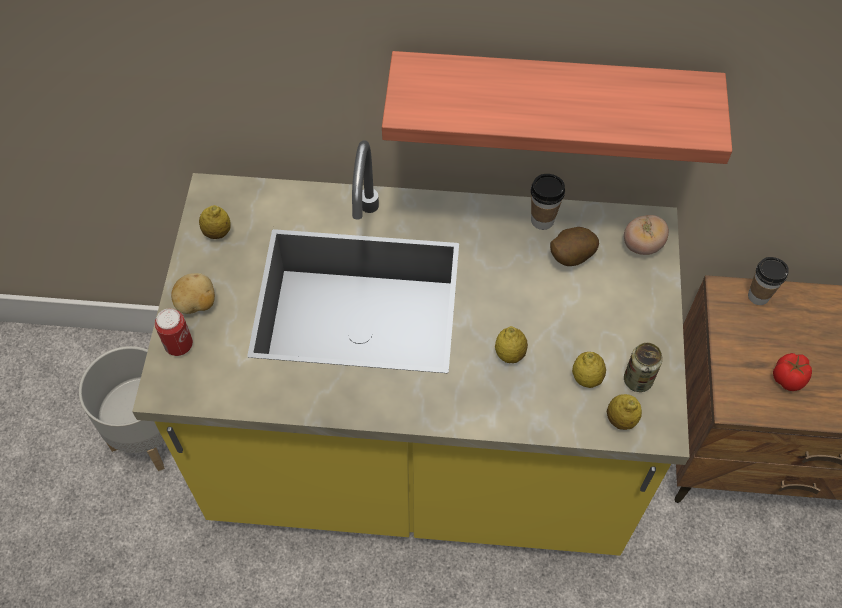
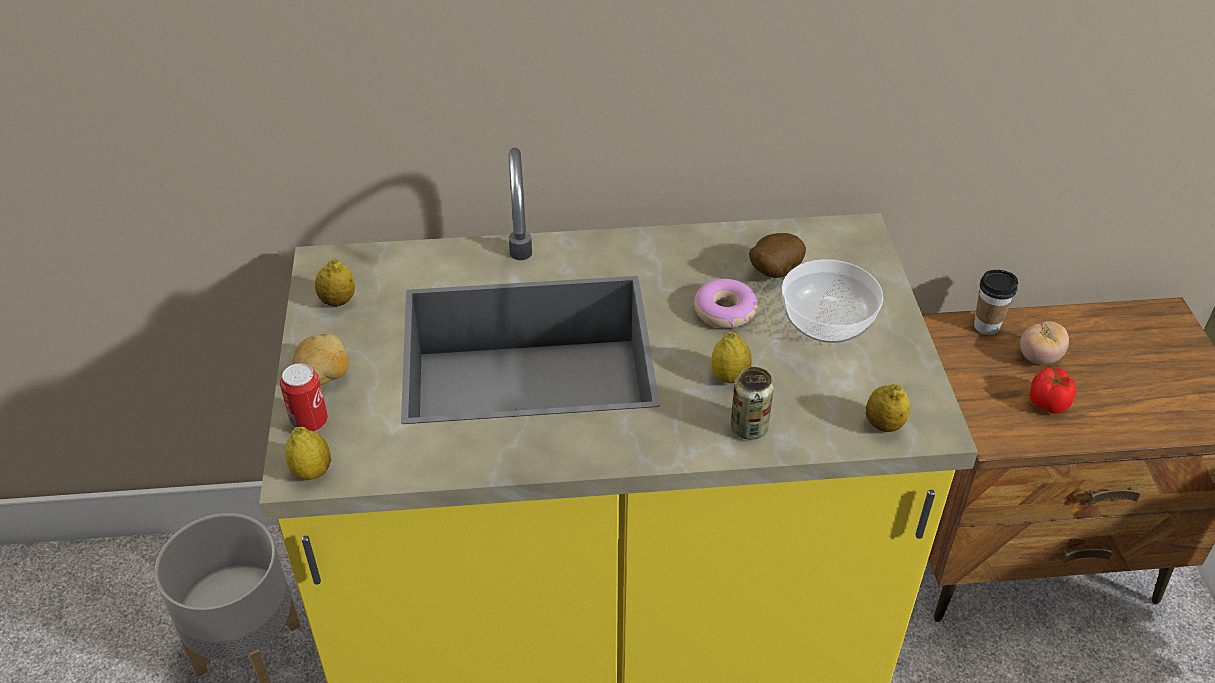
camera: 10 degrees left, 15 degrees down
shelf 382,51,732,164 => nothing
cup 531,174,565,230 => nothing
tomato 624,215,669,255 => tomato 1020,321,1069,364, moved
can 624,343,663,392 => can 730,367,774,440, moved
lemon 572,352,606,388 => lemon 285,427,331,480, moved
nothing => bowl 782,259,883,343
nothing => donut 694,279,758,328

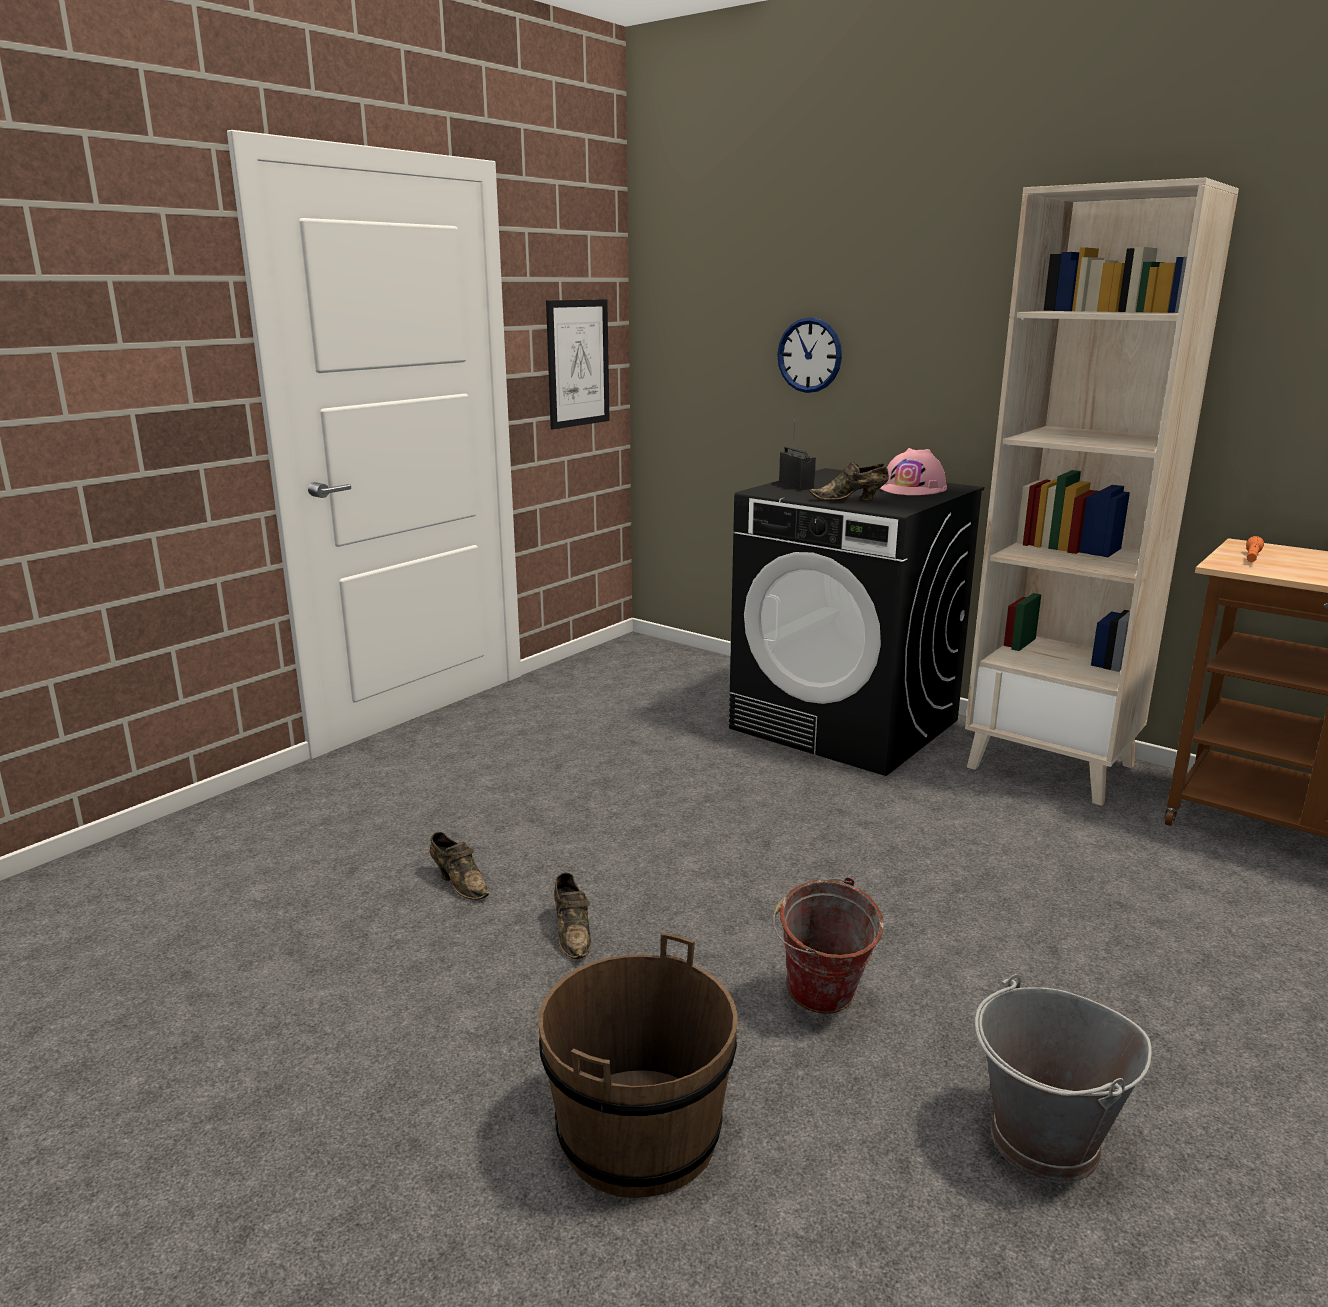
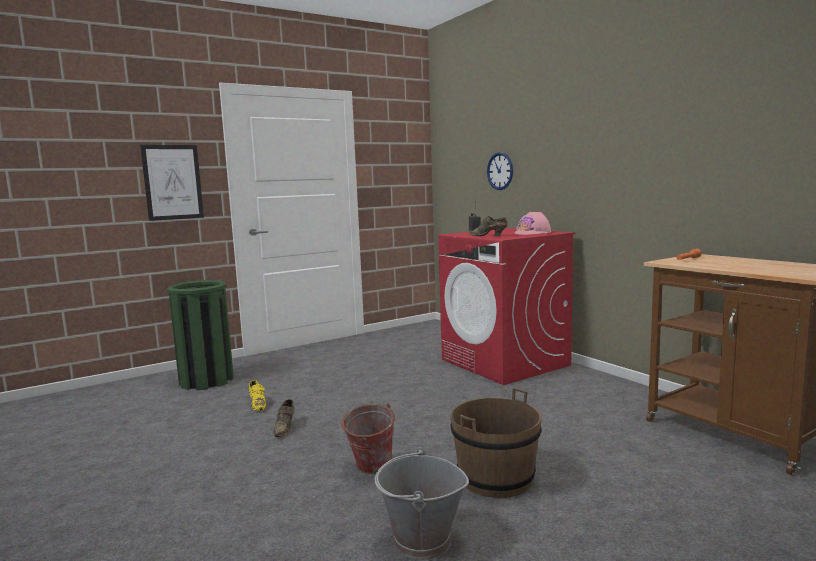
camera: 20 degrees right, 10 degrees down
beige bookcase 965,178,1239,806 => nothing
picture 546,299,609,429 => picture 140,145,204,221, moved
black washing machine 729,468,984,776 => red washing machine 438,228,575,385
brown shoe 429,832,489,900 => yellow shoe 249,380,266,411
brown bucket 539,932,738,1198 => brown bucket 450,388,541,498, moved
nothing => green trash can 167,280,234,390

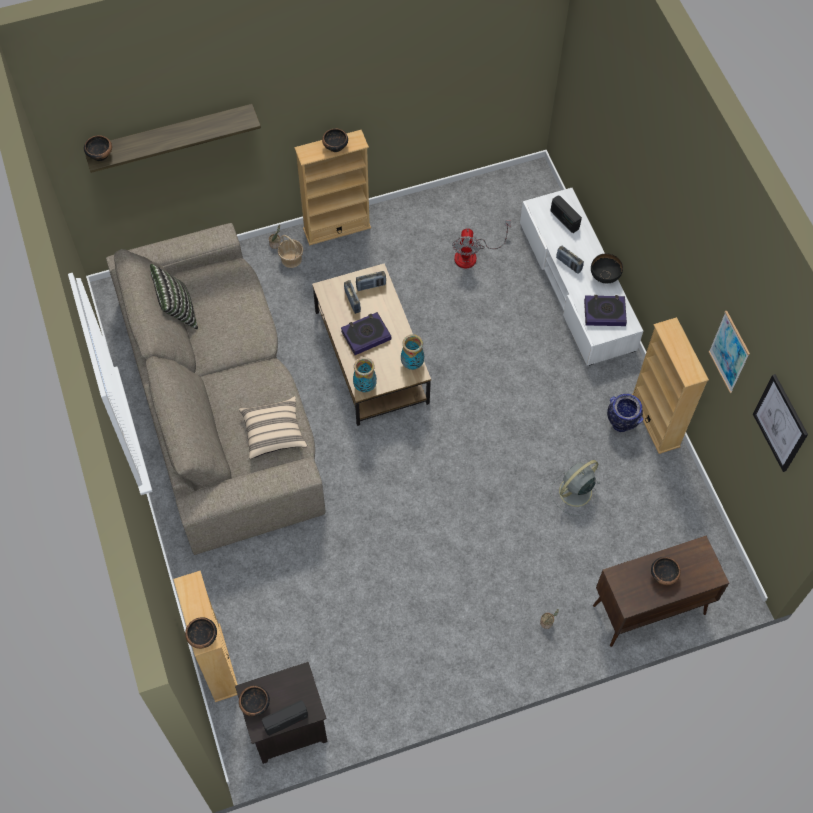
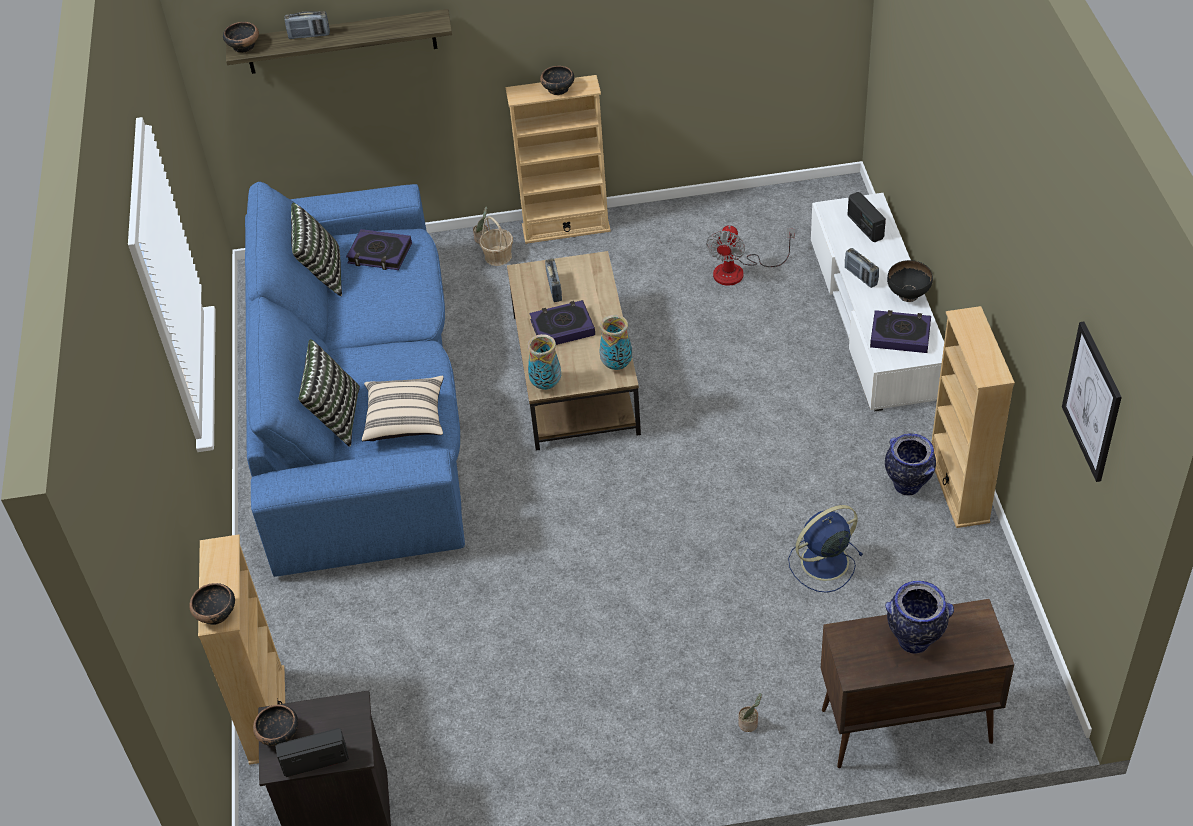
camera: 15 degrees right, 15 degrees down
beige sofa 106,223,326,555 => blue sofa 245,182,465,577
radio 356,271,386,291 => radio 284,11,330,39, moved
picture 708,311,750,393 => nothing
grey fan 551,460,601,516 => blue fan 788,505,863,593
bowl 651,557,681,585 => vase 885,581,954,654
nothing => book 346,229,412,270
nothing => pillow 298,339,360,447

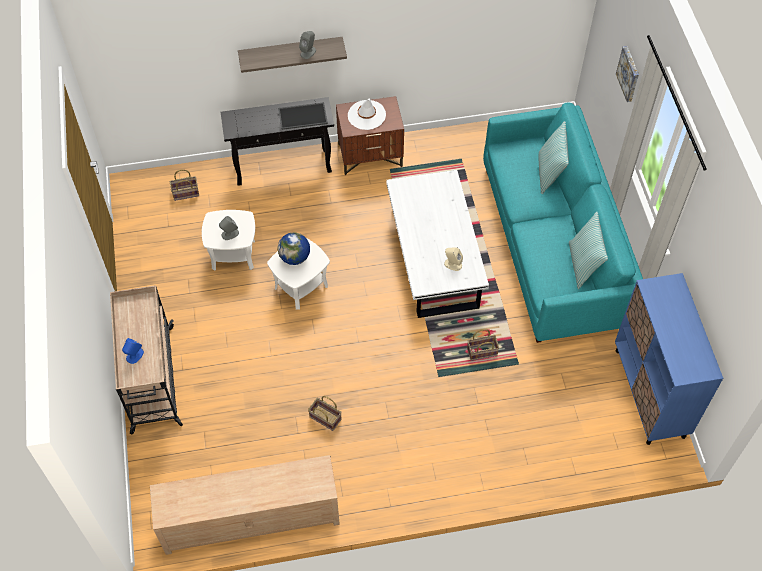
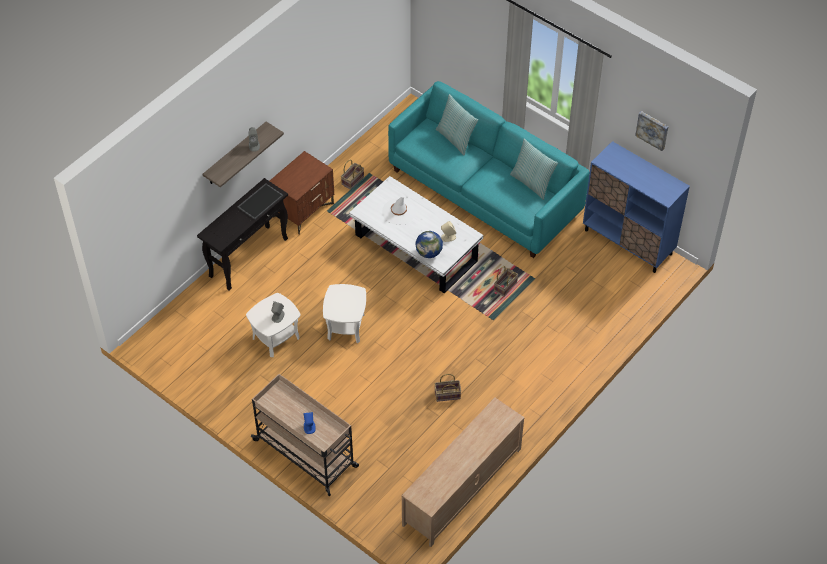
camera: 40 degrees left, 5 degrees down
picture 616,46,639,102 => picture 635,111,669,151, moved
white hat 348,99,386,130 => white hat 382,196,416,225, moved
basket 170,169,199,201 => basket 341,160,364,190, moved
globe 277,232,310,265 => globe 415,231,443,258, moved

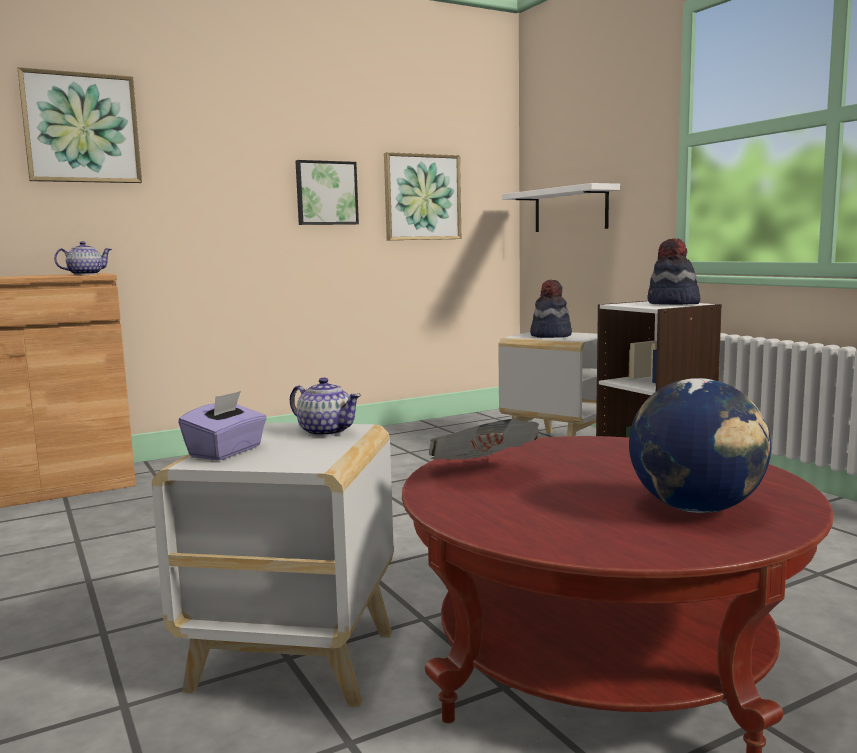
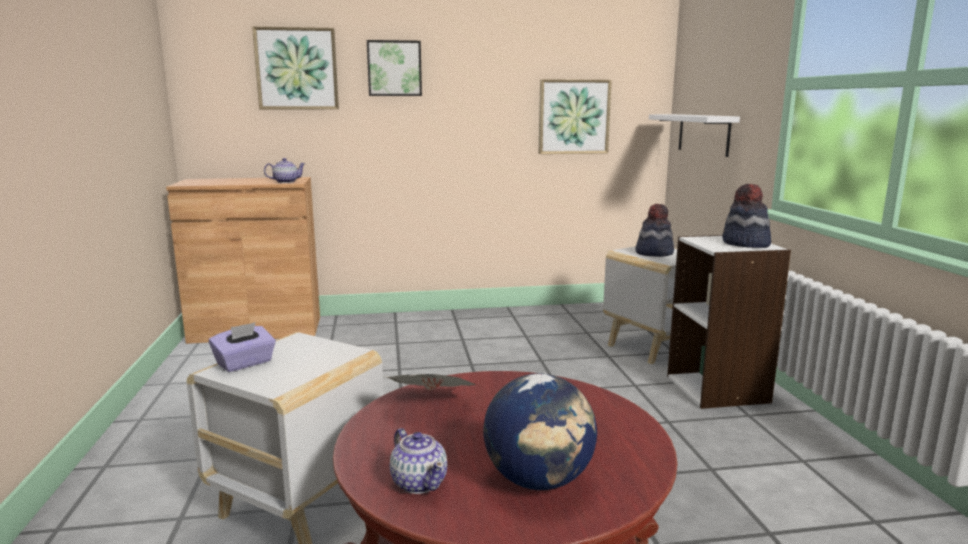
camera: 20 degrees right, 5 degrees up
picture 295,160,359,225 => picture 367,40,422,96, moved
teapot 290,378,361,437 => teapot 390,428,447,494, moved

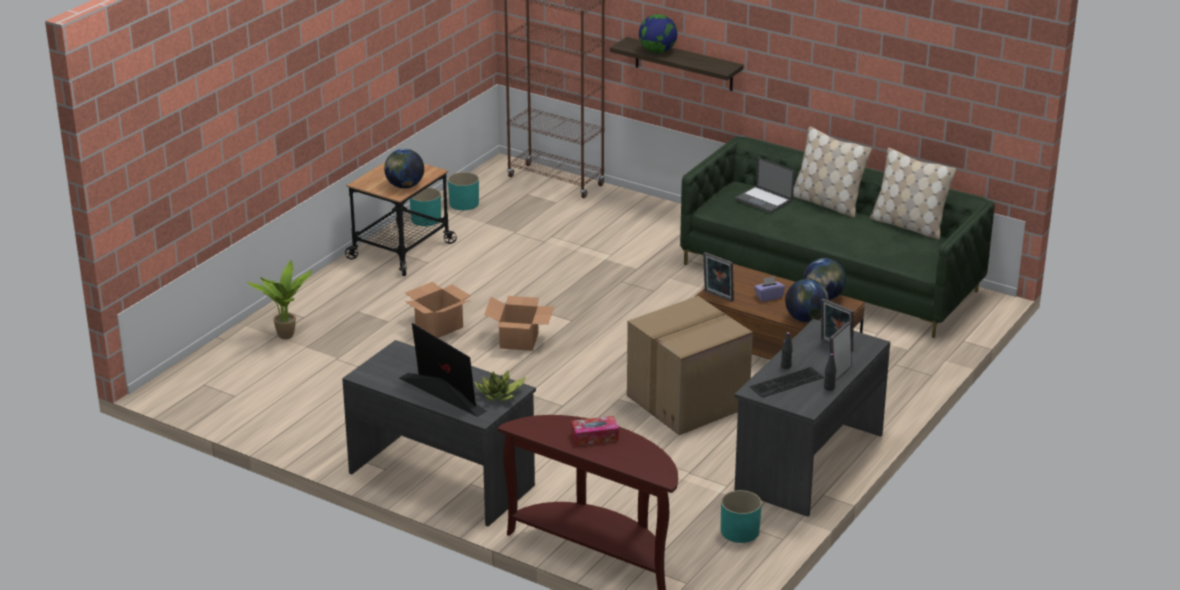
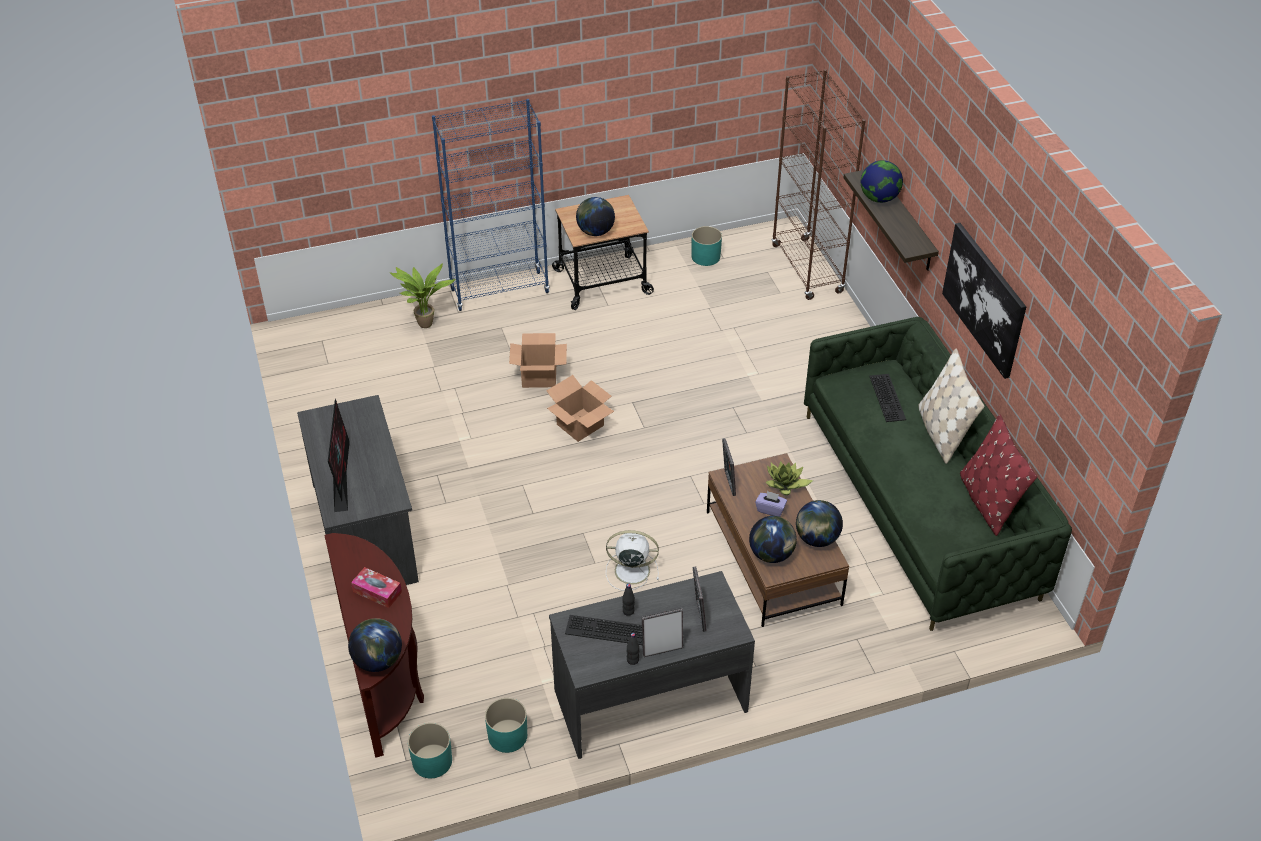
camera: 40 degrees right, 15 degrees up
beige pillow 870,148,956,240 => red pillow 960,415,1037,536
laptop 735,157,795,213 => keyboard 869,374,906,422
turquoise planter 410,187,441,226 => turquoise planter 408,723,452,778, moved
cardboard box 627,296,753,435 => white fan 606,530,659,591
potted plant 474,370,526,401 => potted plant 766,462,814,495, moved
nothing => blue bookcase 432,99,550,311
nothing => picture 942,223,1026,379
nothing => globe 348,618,402,672

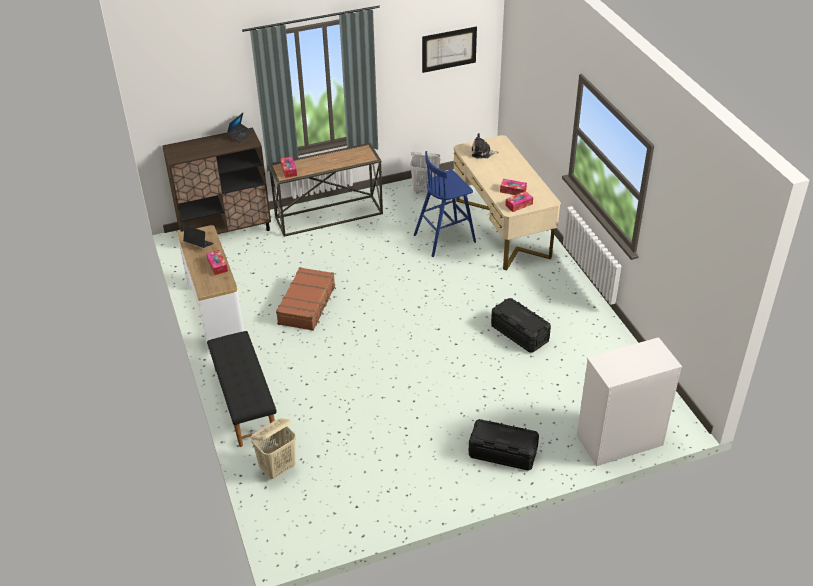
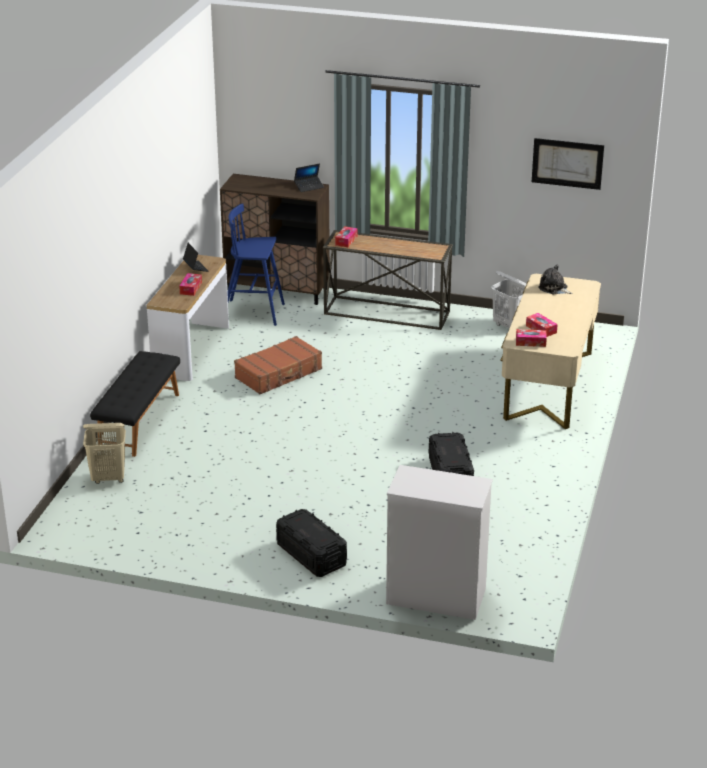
camera: 35 degrees right, 10 degrees down
blue stool 414,151,476,257 => blue stool 227,203,285,326, moved

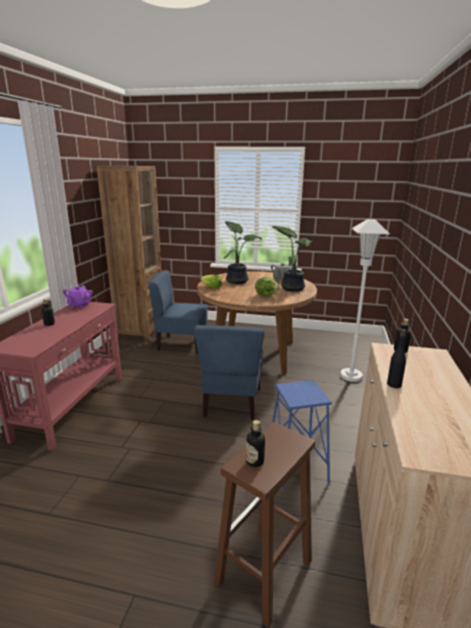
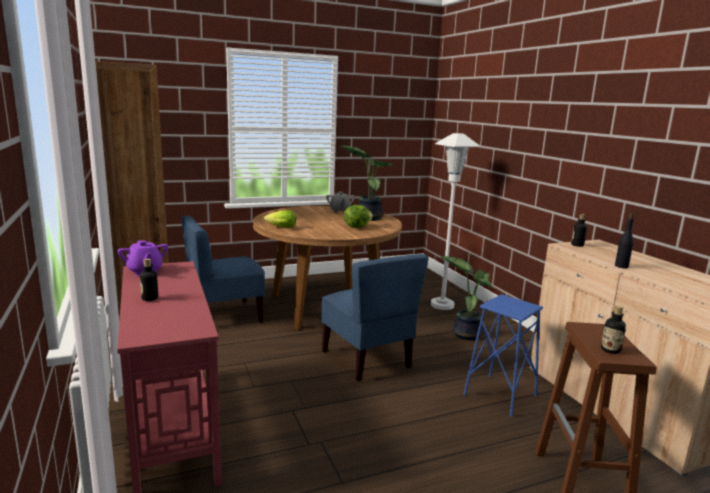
camera: 35 degrees left, 5 degrees down
potted plant 223,221,262,284 => potted plant 440,256,494,340, moved

